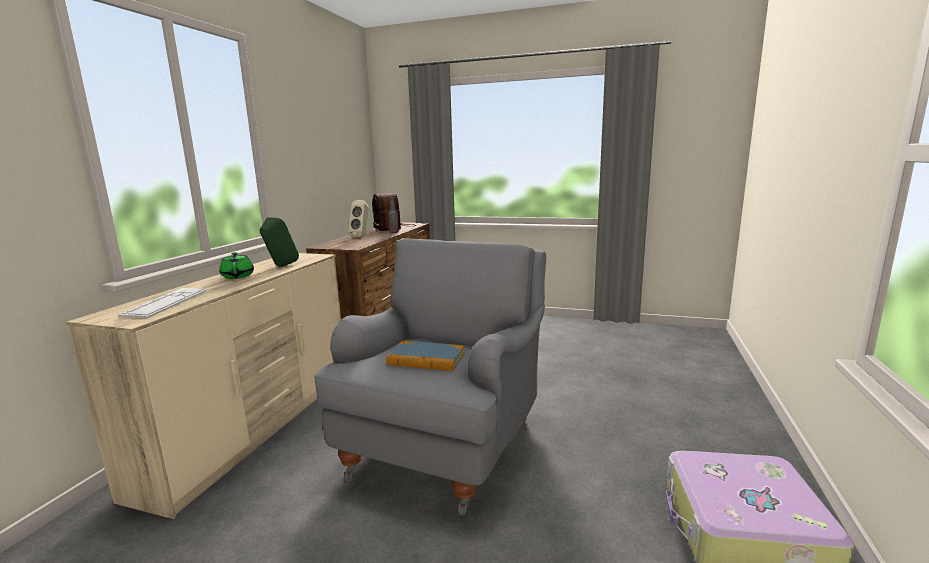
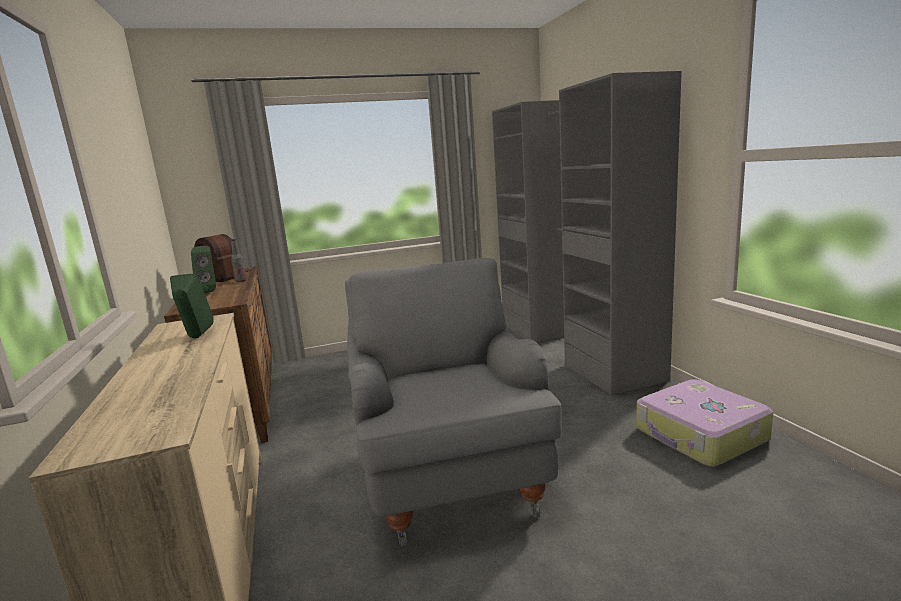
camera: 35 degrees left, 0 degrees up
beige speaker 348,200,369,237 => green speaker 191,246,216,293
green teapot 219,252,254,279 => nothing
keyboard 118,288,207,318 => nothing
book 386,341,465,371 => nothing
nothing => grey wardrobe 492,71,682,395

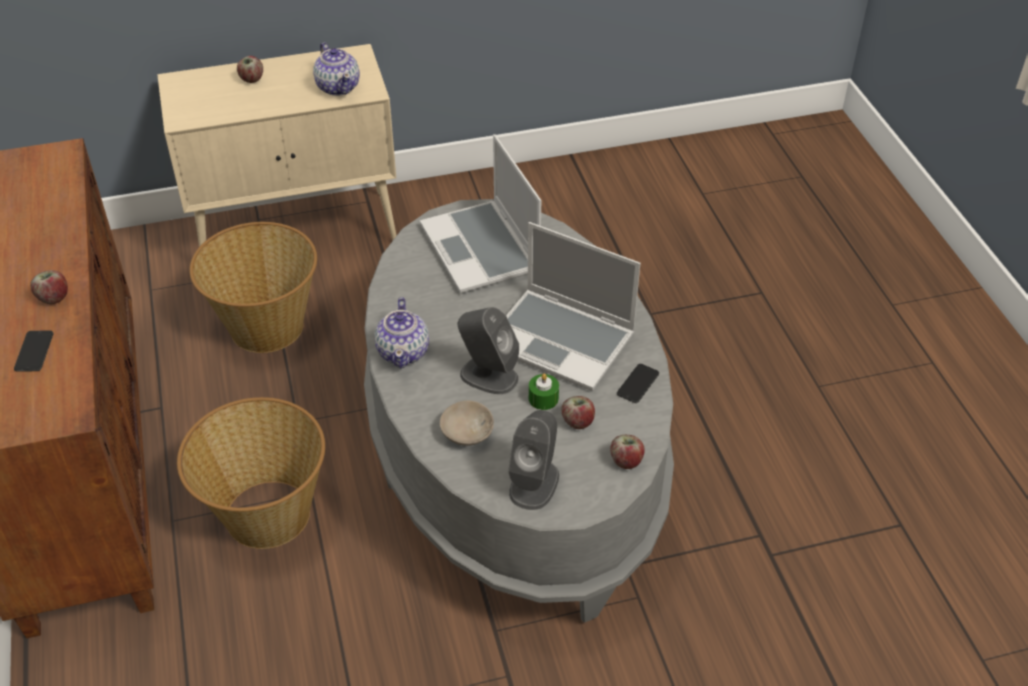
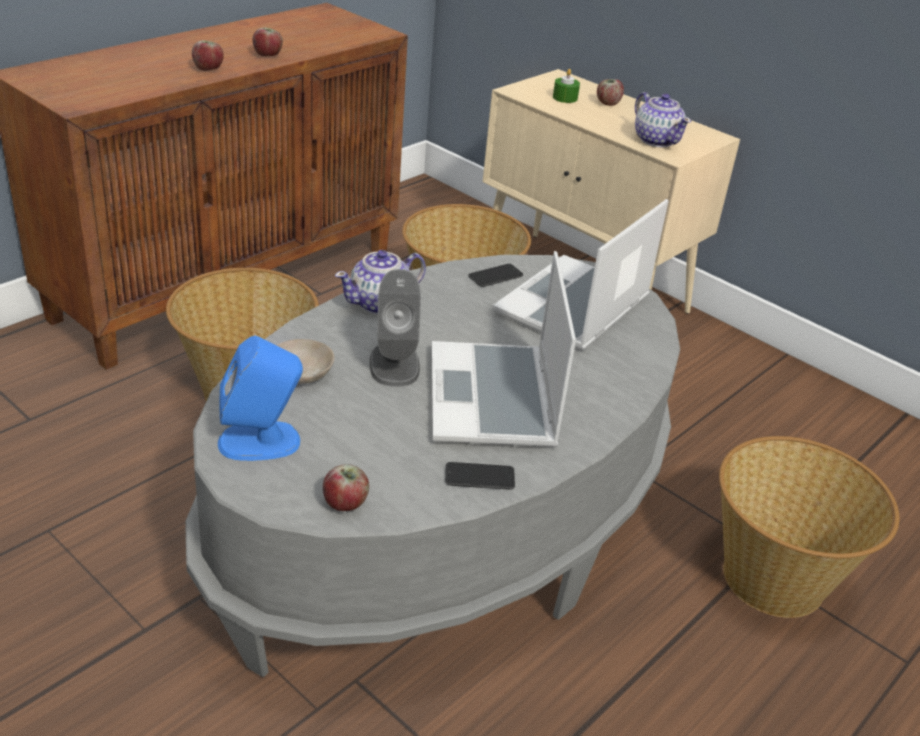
camera: 55 degrees right, 10 degrees down
teapot 313,43,360,96 => teapot 635,92,691,147, 60 degrees counterclockwise
phone 14,330,53,372 => phone 468,264,523,287, moved
green candle 529,373,559,410 => green candle 553,69,580,103, moved
apple 562,396,595,429 => apple 252,28,283,56, moved
grey speaker 508,410,559,510 => blue speaker 218,336,303,461
nothing => basket 719,436,900,618

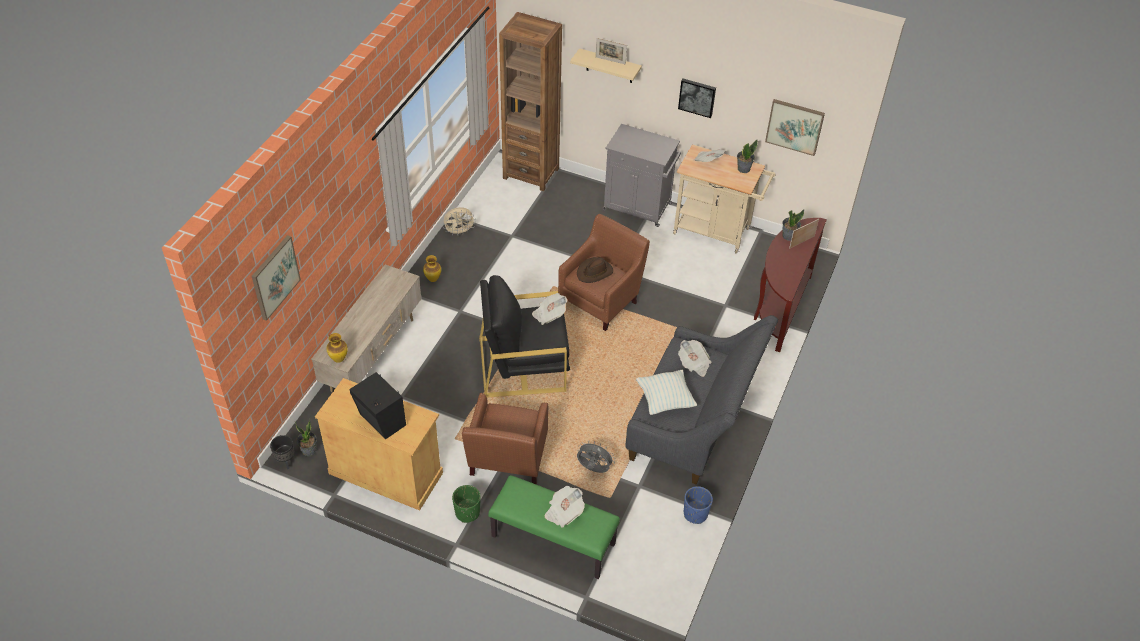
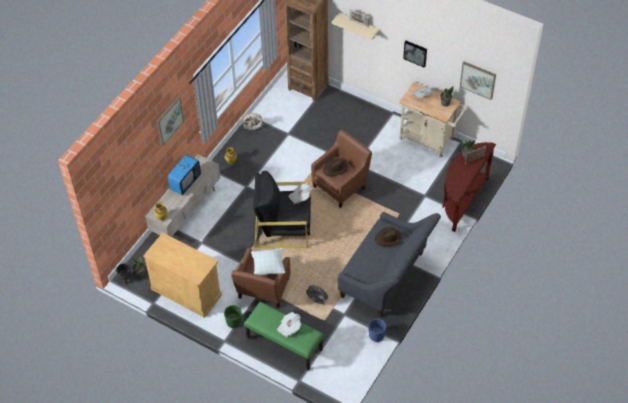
camera: 10 degrees right, 5 degrees up
grey cabinet 602,124,681,227 => nothing
picture 252,235,301,321 => picture 156,97,184,146, moved
newspaper 678,340,711,377 => brown hat 375,228,402,246
pillow 636,370,697,415 => pillow 251,248,285,276, moved
black speaker 350,372,406,439 => nothing
nothing => television 168,152,201,195

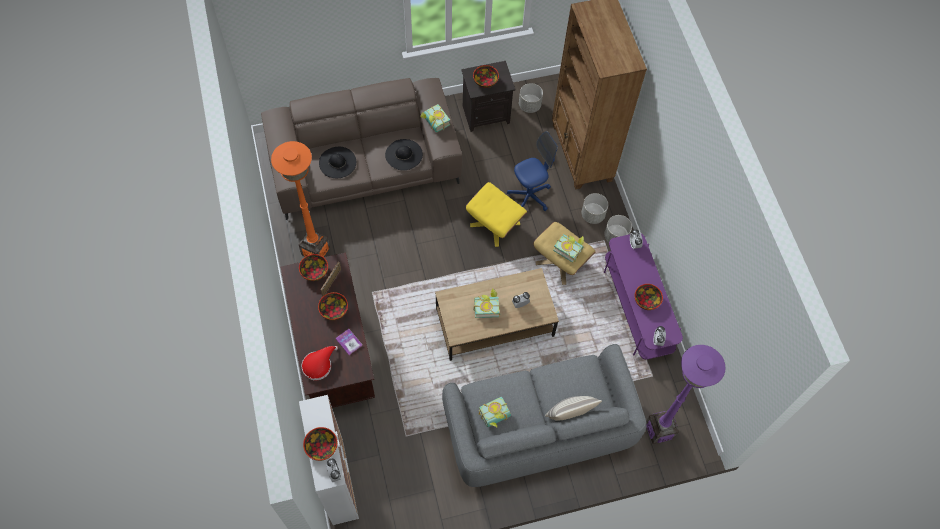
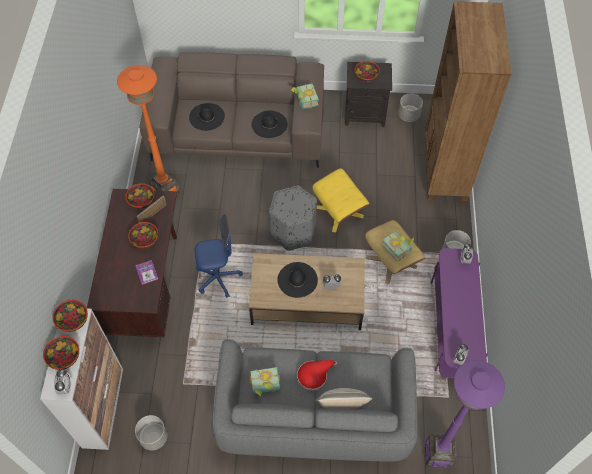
camera: 20 degrees right, 5 degrees down
blue office chair 507,131,558,211 => blue office chair 195,214,243,298, moved
grey planter 581,193,608,224 => grey planter 135,415,168,450, moved
bowl 634,284,663,310 => bowl 52,300,88,332, moved
book 474,288,500,318 => black hat 277,262,318,298
red hat 301,346,338,380 => red hat 297,360,338,391, moved
nothing => grey ottoman 269,185,317,251

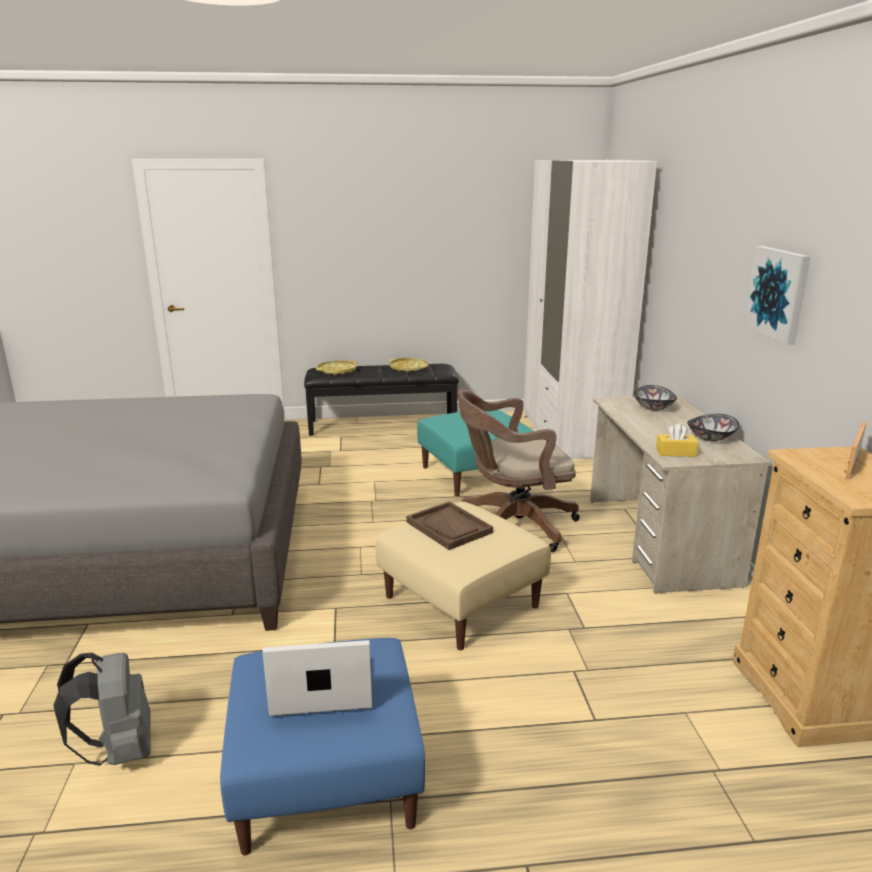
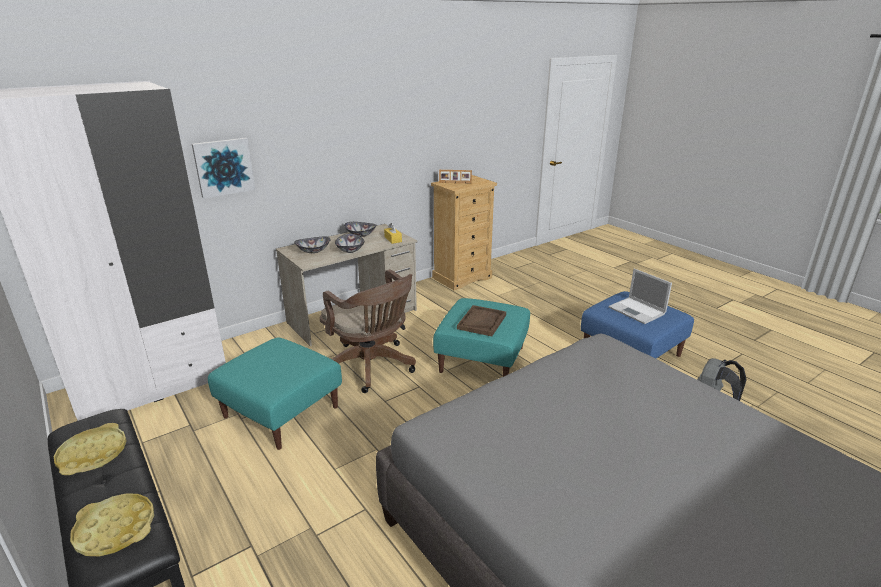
camera: 120 degrees left, 5 degrees up
picture 743,246,811,345 => picture 192,138,255,199, moved
beige ottoman 375,502,551,650 => turquoise ottoman 433,298,530,377
nothing => bowl 335,234,364,253

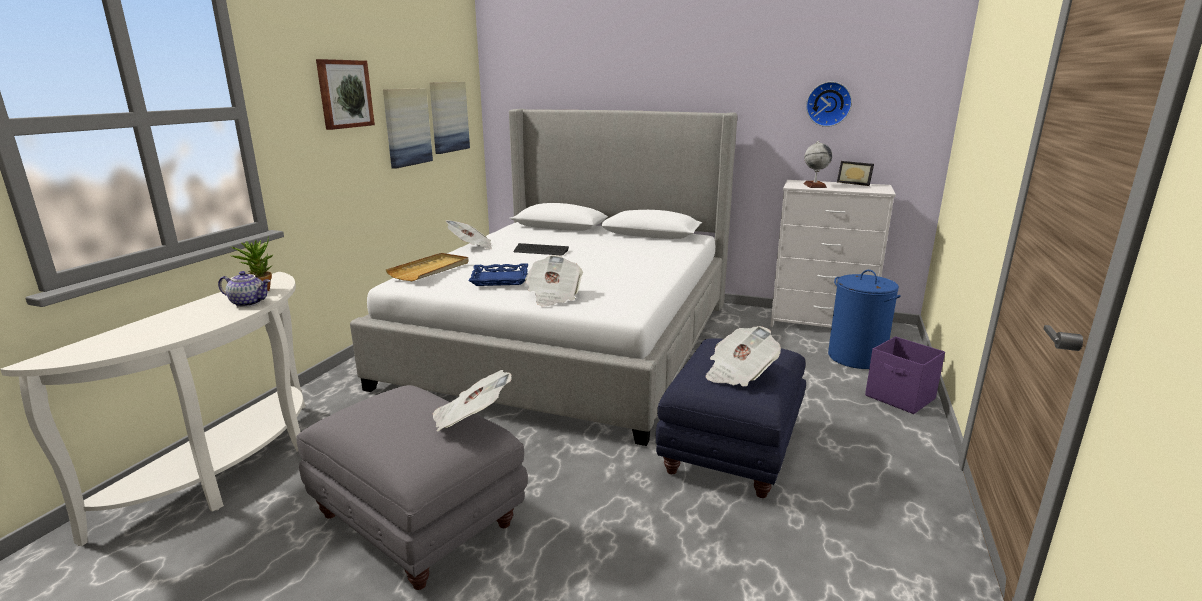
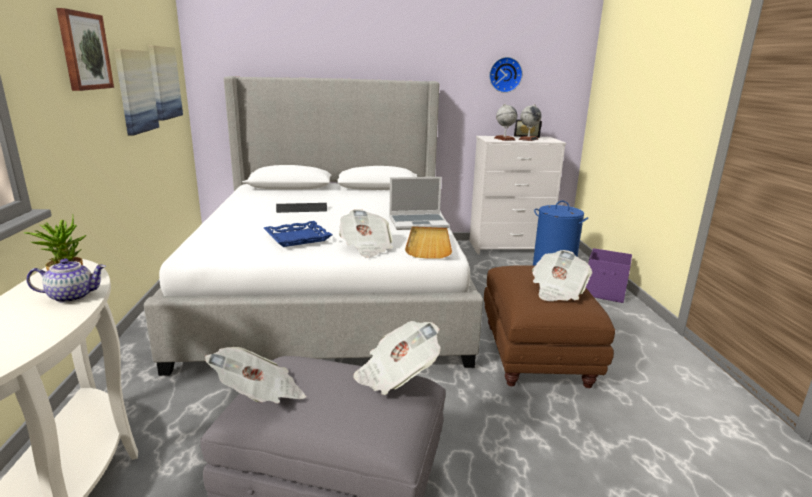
camera: 25 degrees left, 0 degrees up
newspaper 446,220,492,249 => newspaper 205,347,306,403, moved
beige tray 386,253,469,281 => beige tray 405,226,452,259, moved
blue ottoman 656,338,806,498 => brown ottoman 484,265,615,388
nothing => globe 519,104,542,141
nothing => laptop 389,177,450,230

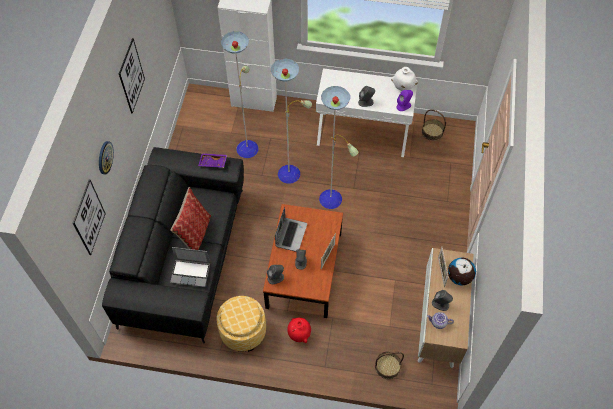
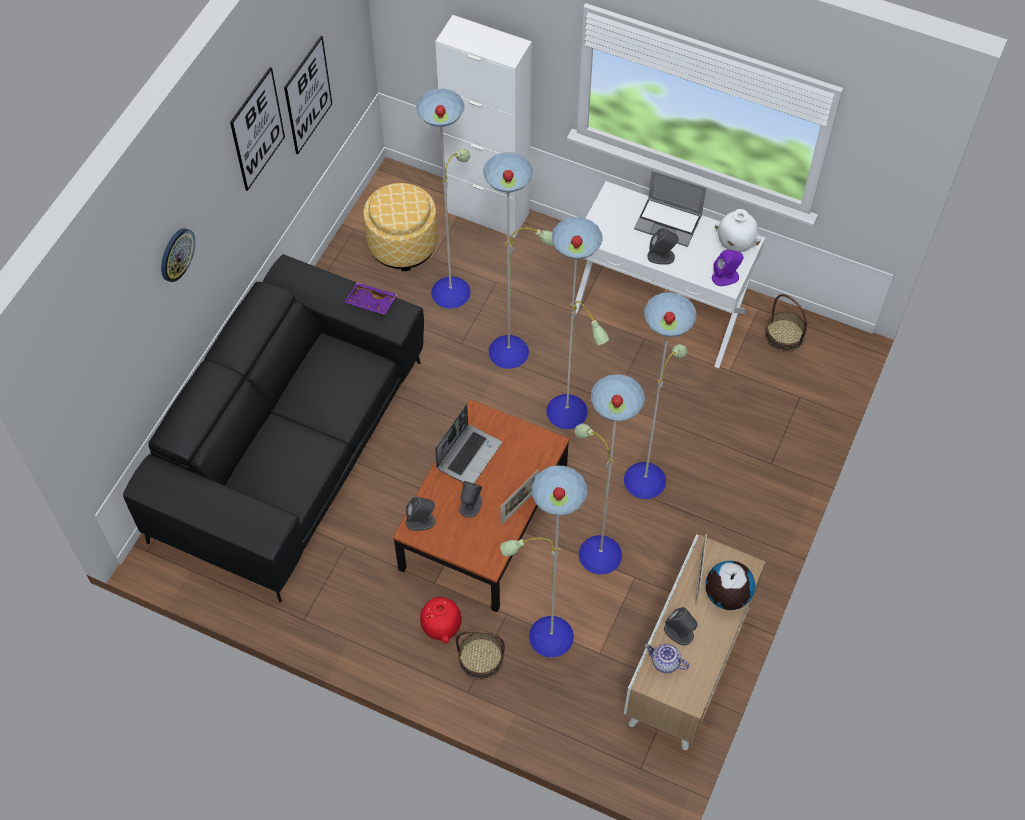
camera: 15 degrees right, 0 degrees up
picture 73,179,106,255 => picture 284,36,332,154, moved
pillow 170,187,211,250 => nothing
laptop 170,247,210,287 => laptop 634,170,706,247, moved
ottoman 216,296,266,352 => ottoman 363,183,438,271, moved
basket 375,351,404,379 => basket 456,630,505,680, moved
nothing => floor lamp 500,292,697,657

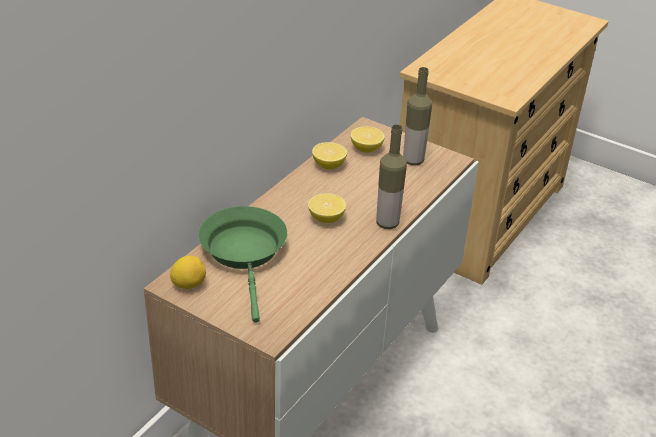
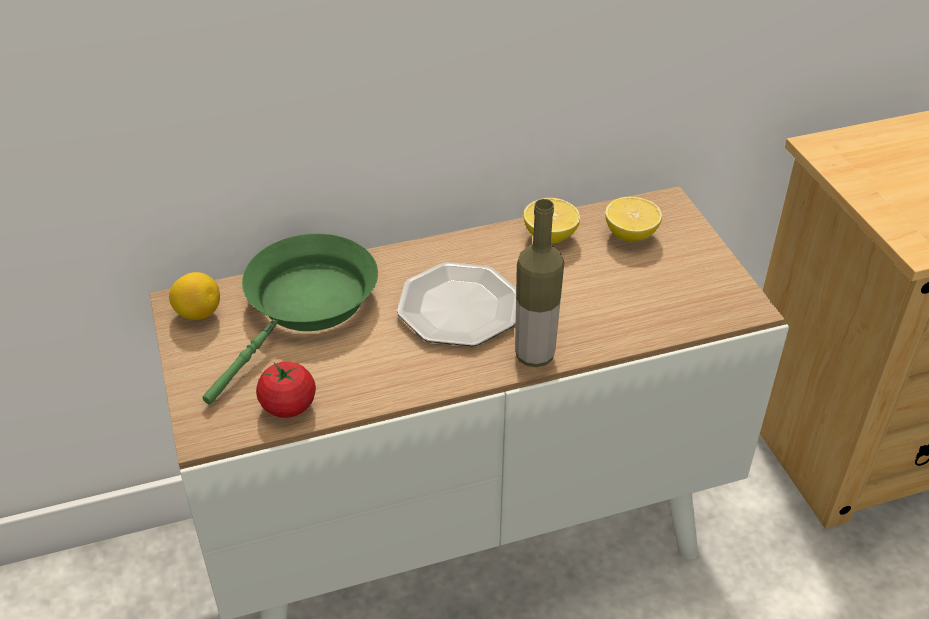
camera: 40 degrees right, 5 degrees up
bottle 403,67,432,165 => nothing
lemon 308,193,346,223 => plate 397,262,516,346
nothing => tomato 256,361,316,418

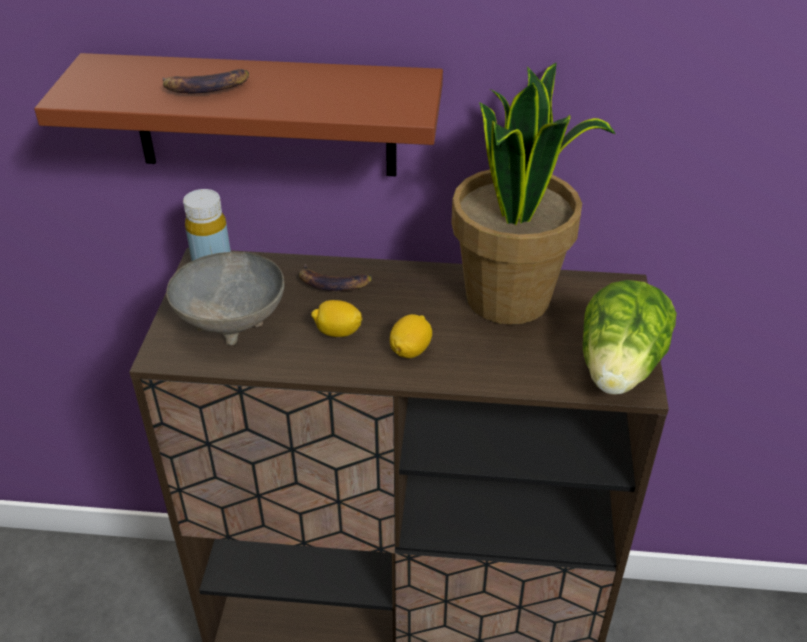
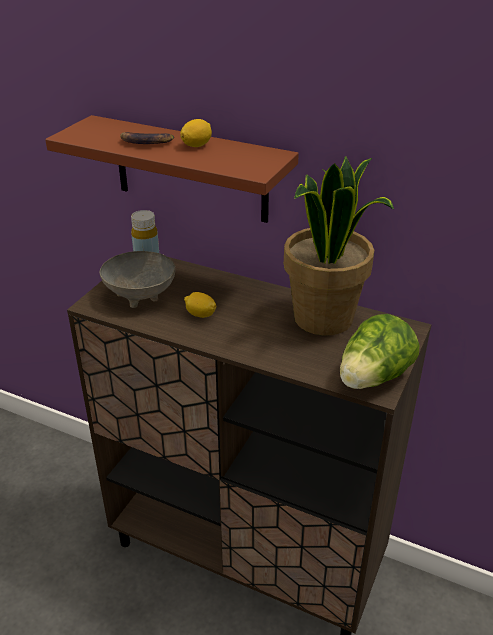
camera: 20 degrees right, 5 degrees down
banana 299,263,372,291 => nothing
lemon 390,314,432,358 => lemon 180,119,212,147, moved

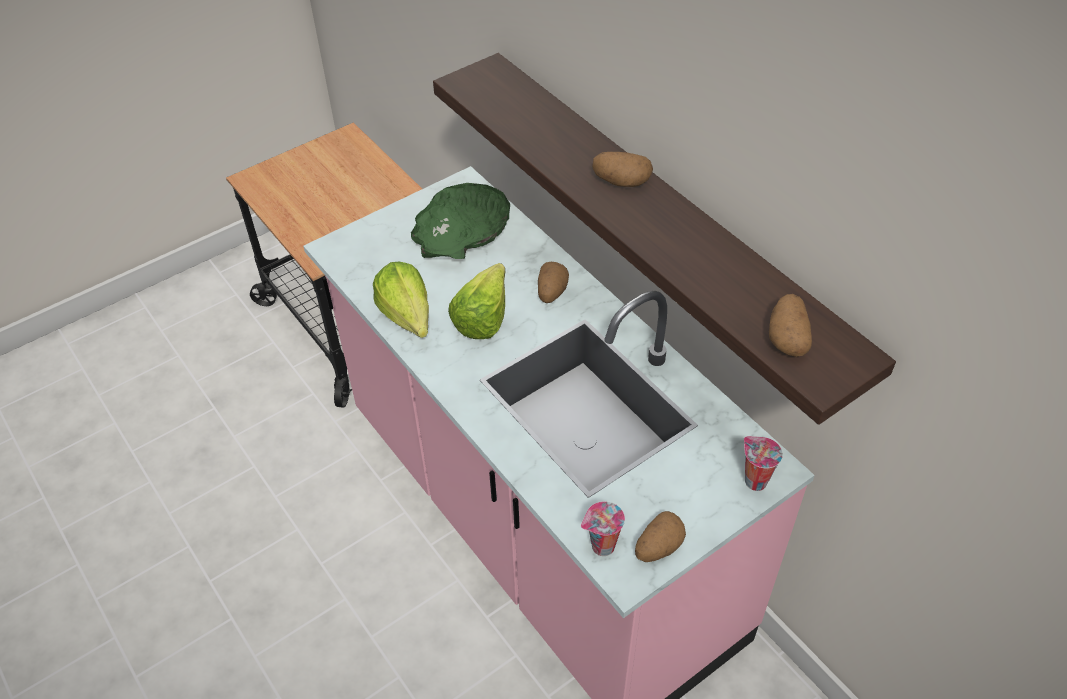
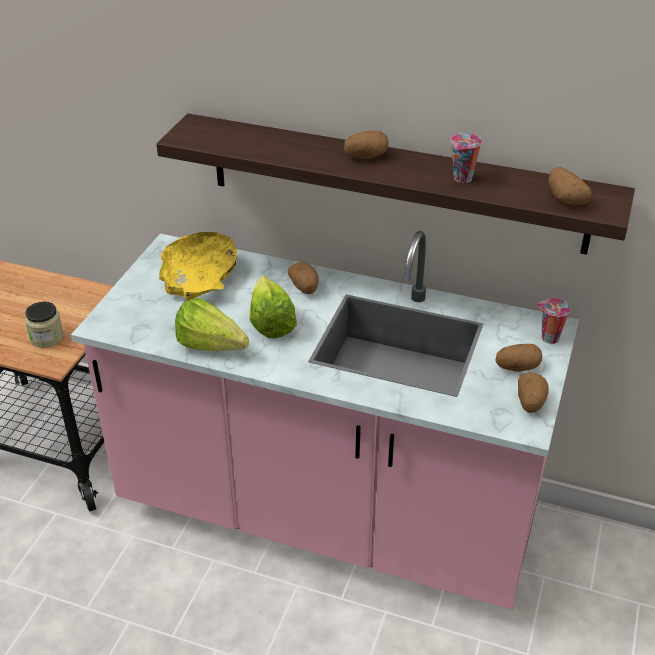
camera: 35 degrees left, 10 degrees down
green bowl 411,183,510,259 => yellow bowl 159,232,237,301
cup 581,502,625,556 => cup 451,133,482,183, moved
nothing => jar 25,302,64,348
nothing => potato 496,344,542,372

